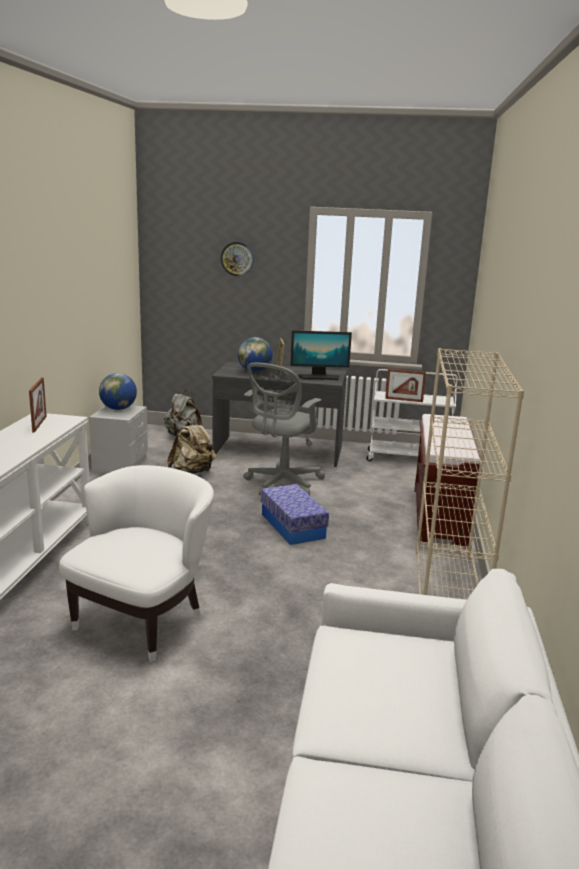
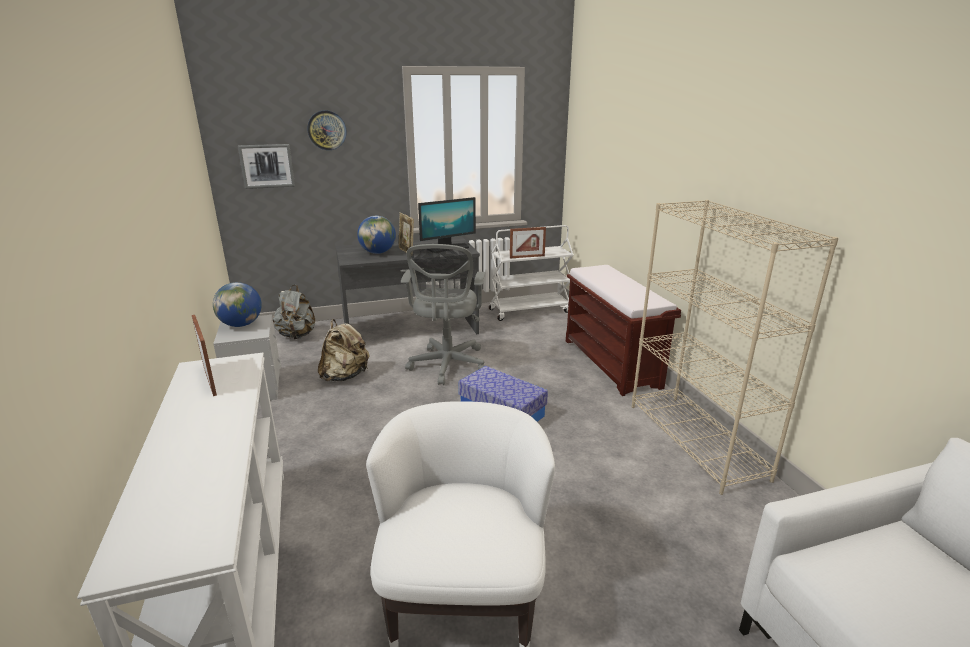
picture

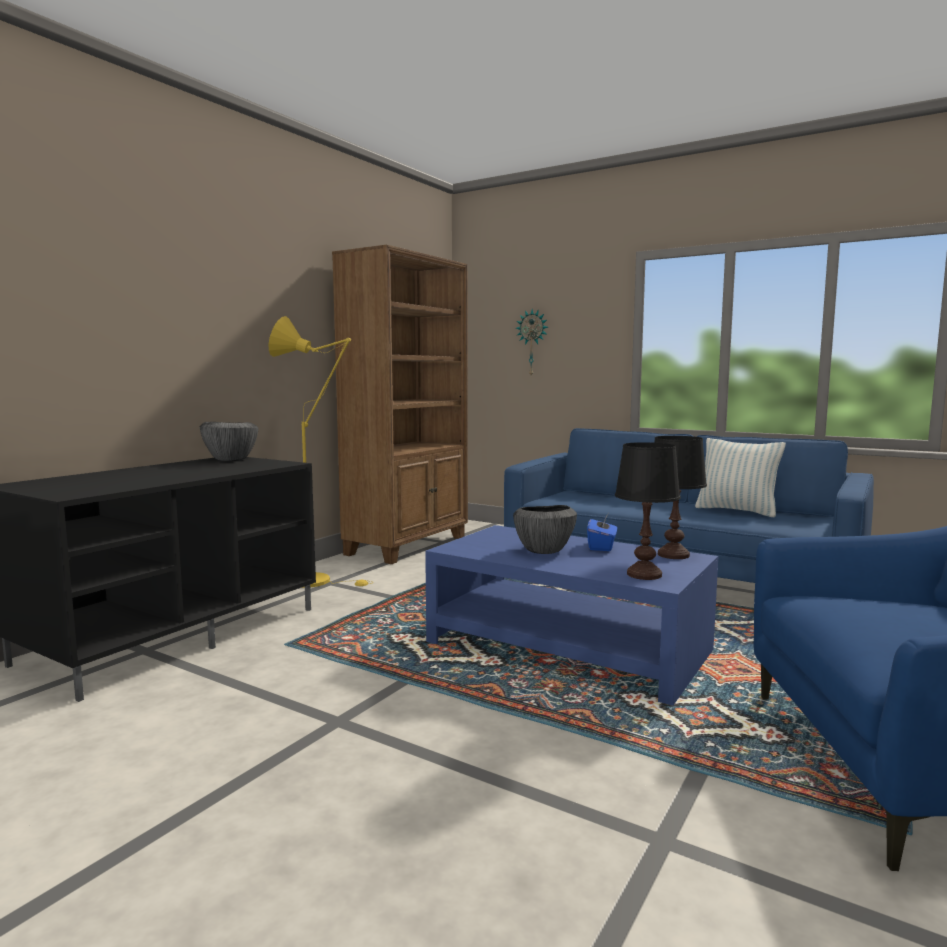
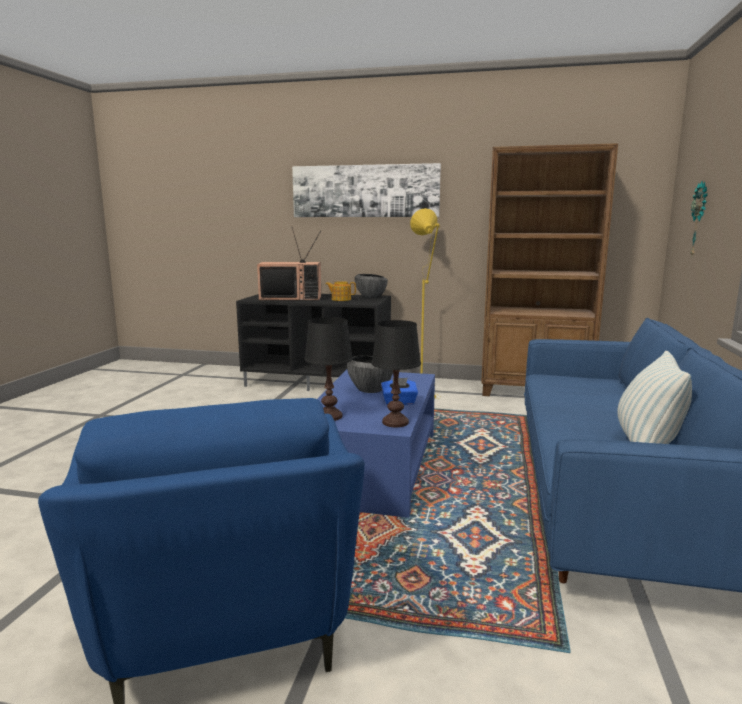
picture
television
teapot

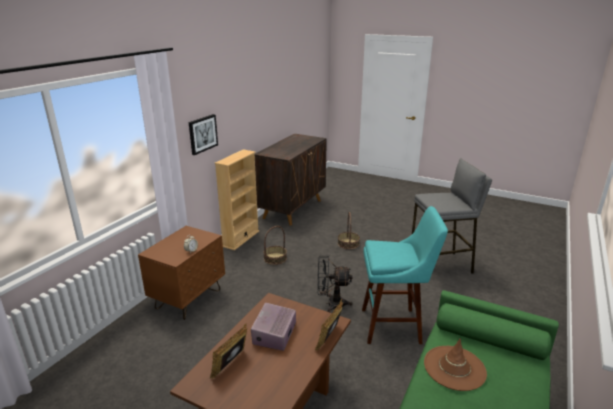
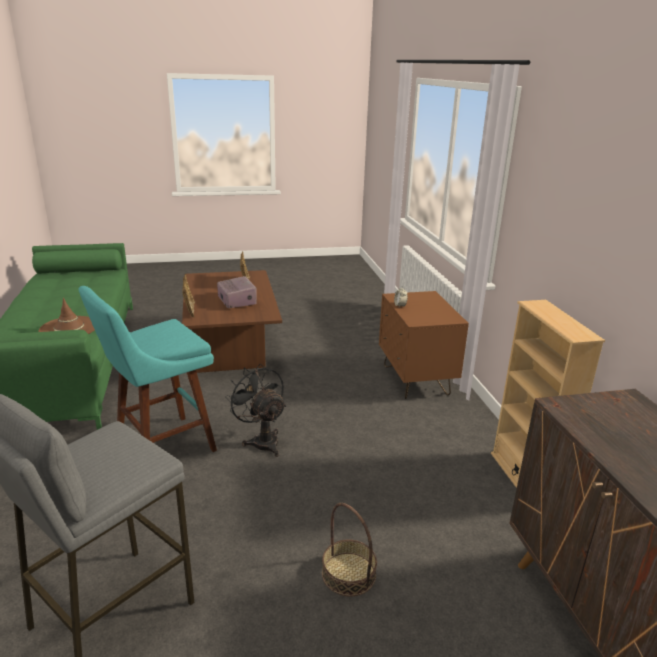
picture
basket (1st from left in the first image)
black fan

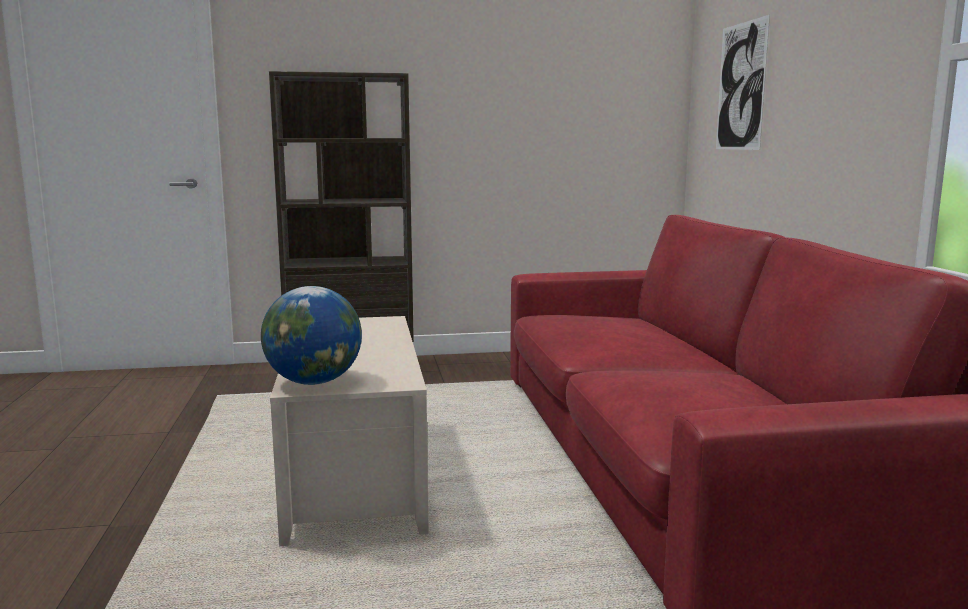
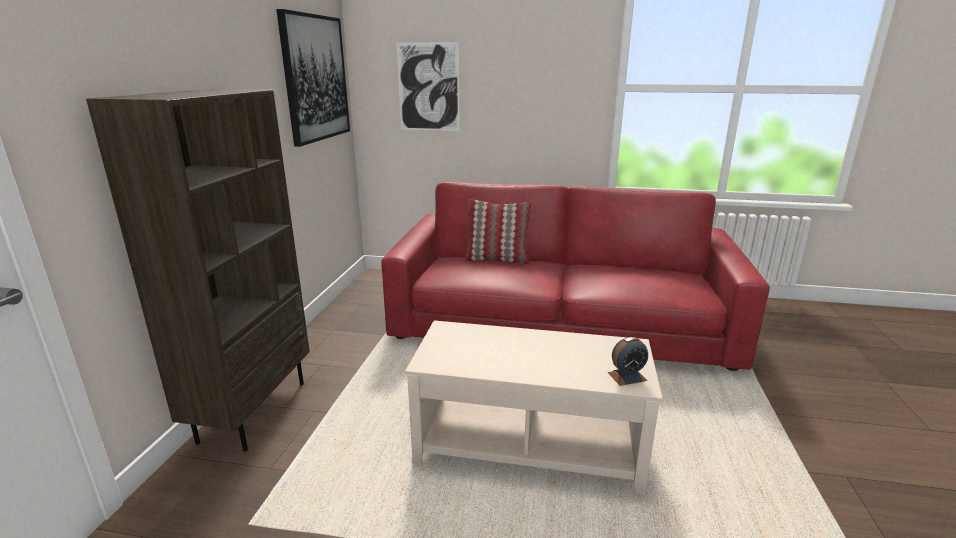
alarm clock
picture (1st from left)
pillow

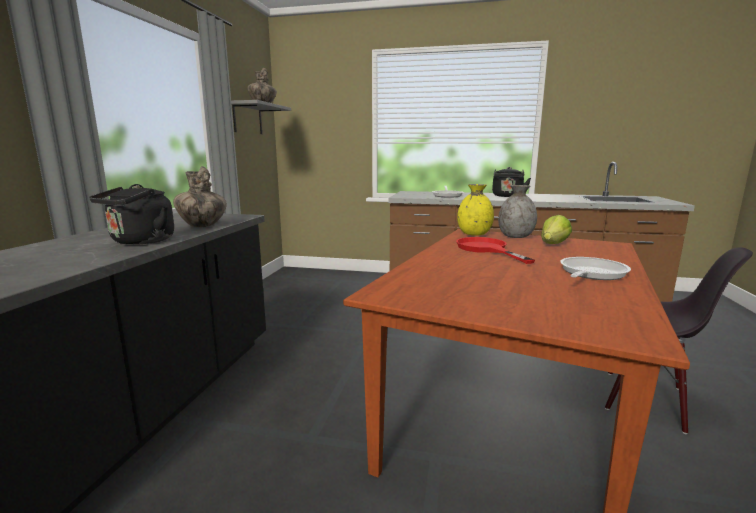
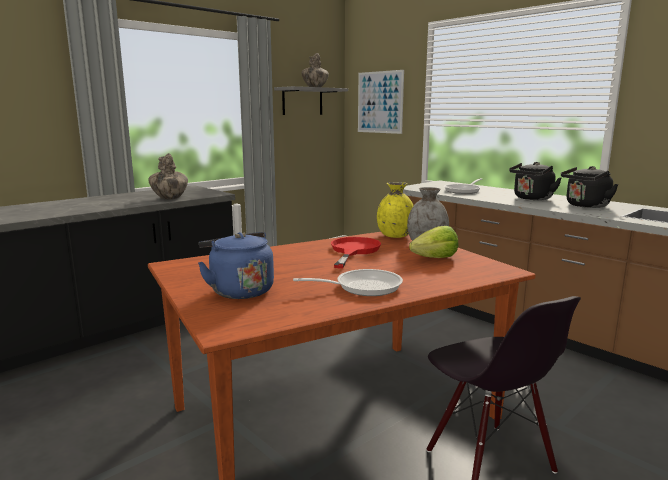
black kettle (2nd from left)
picture
blue kettle

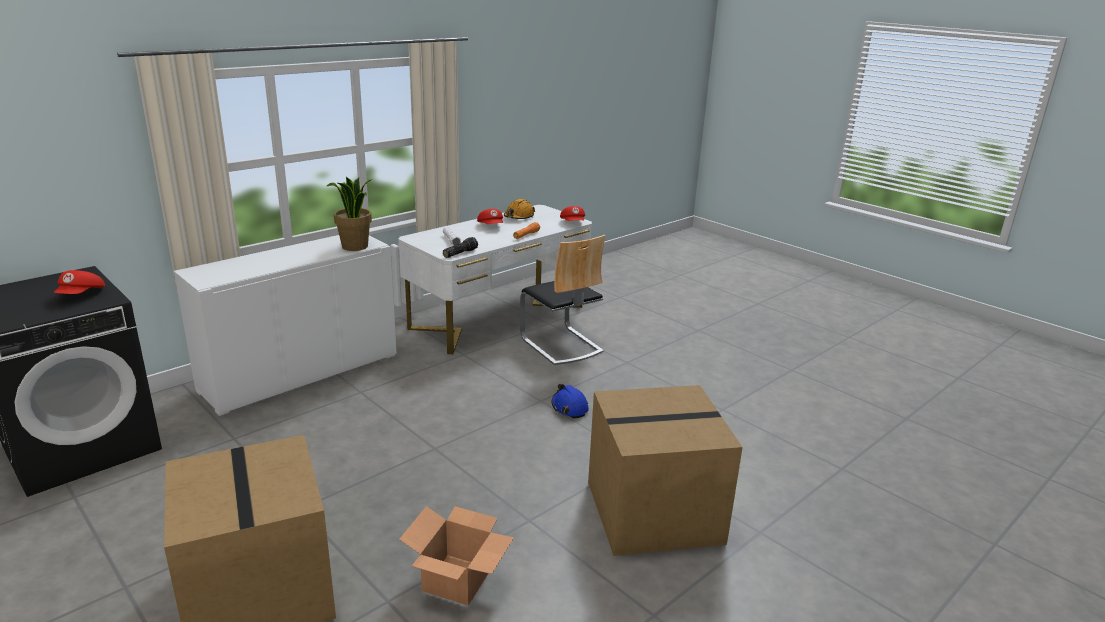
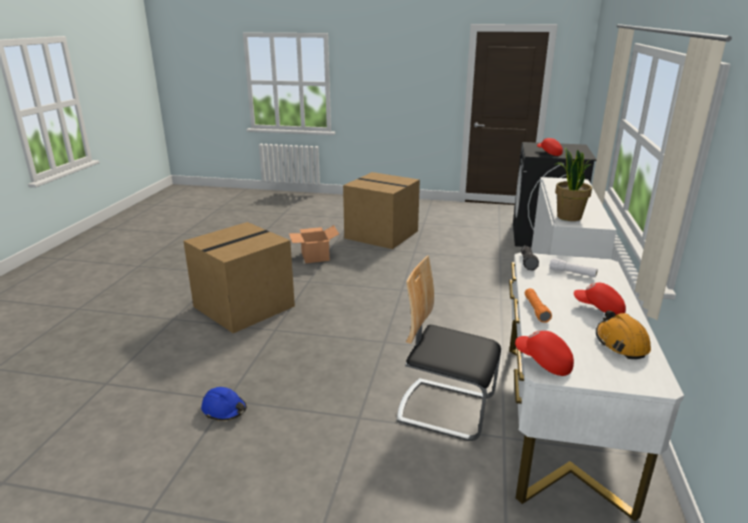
blue hard hat

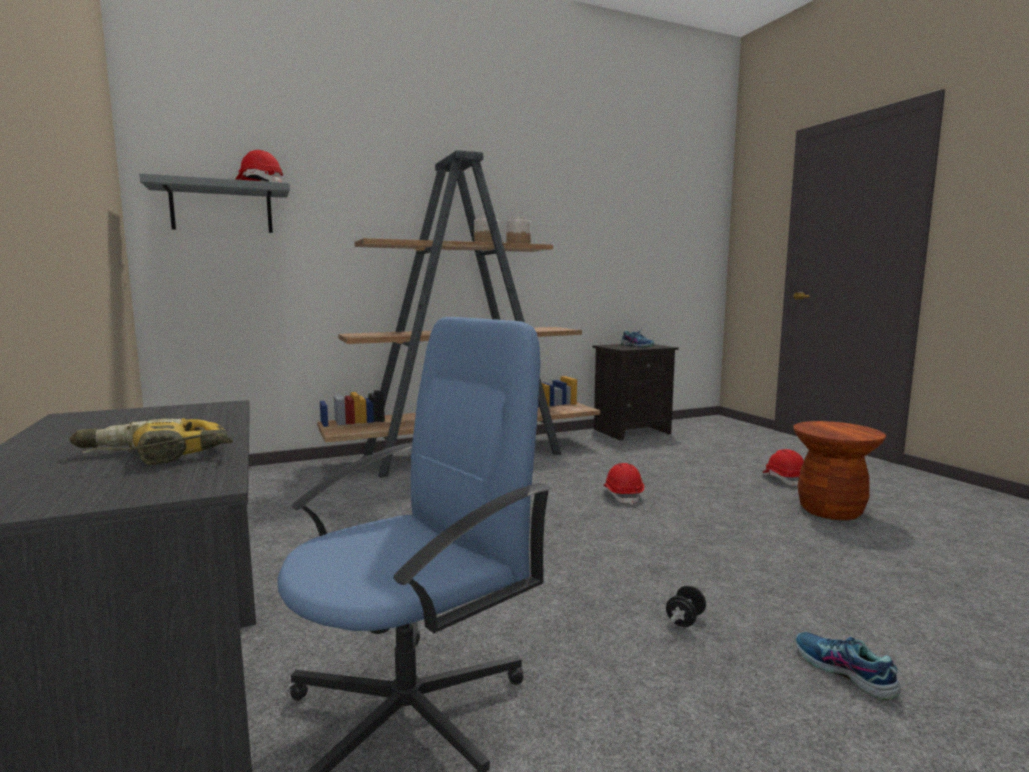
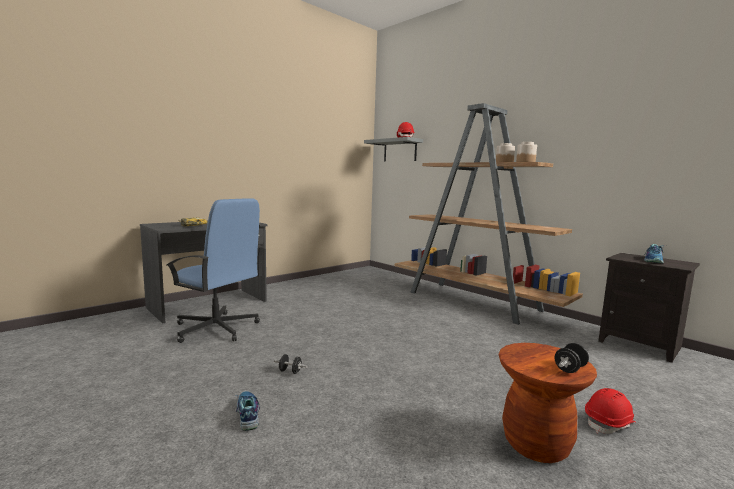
red hard hat (2nd from left in the first image)
shoe (1st from left)
black dumbbell (2nd from left)

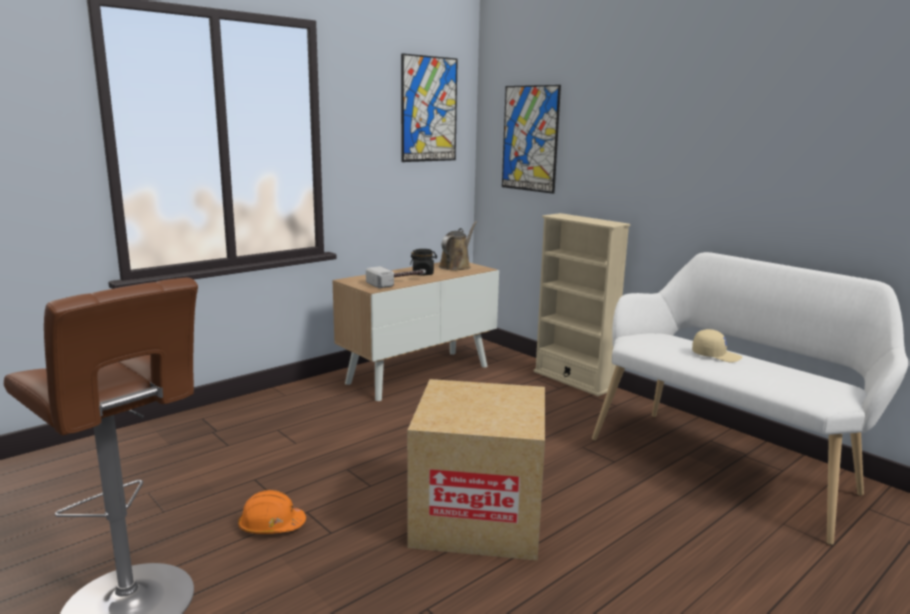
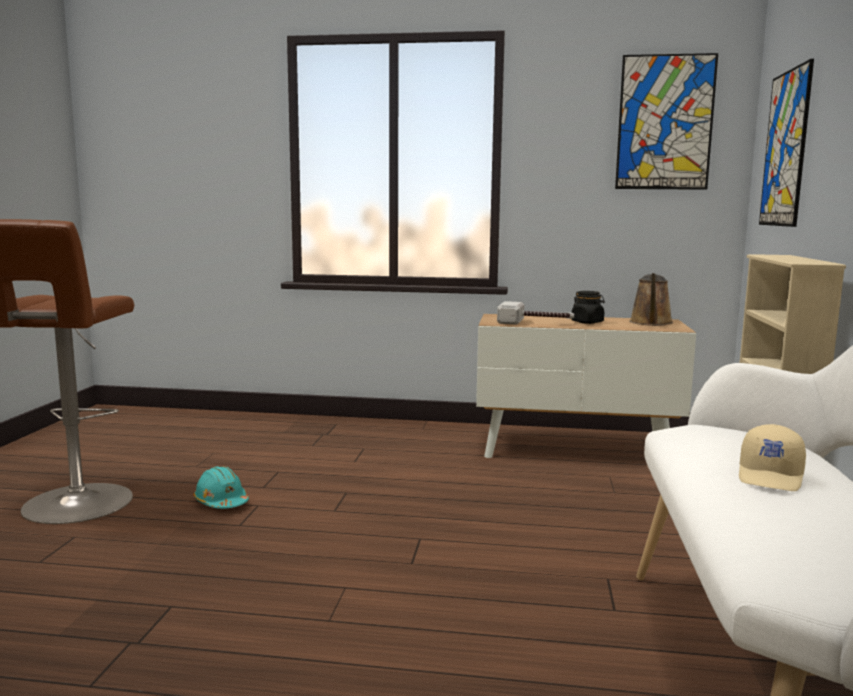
brown watering can
beige cap
cardboard box
turquoise hard hat

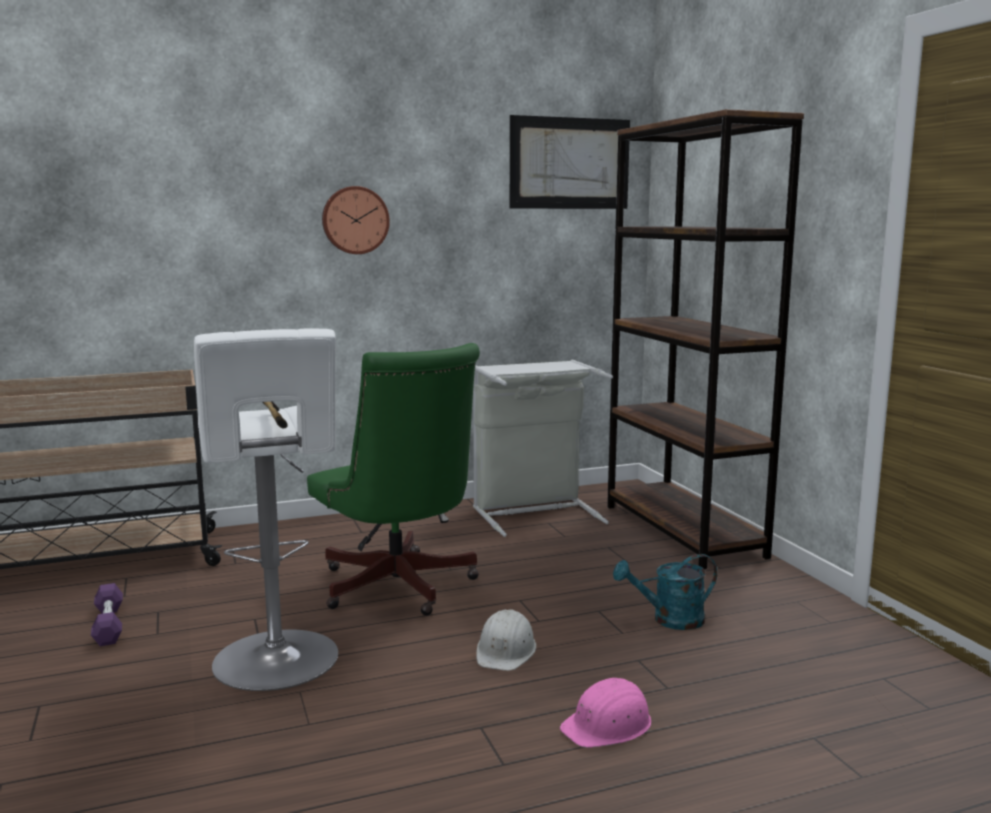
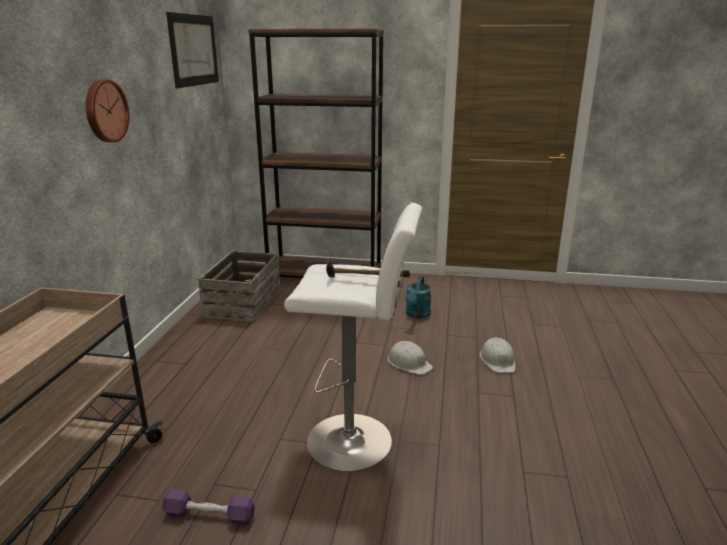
green office chair
crate
white hard hat (2nd from left)

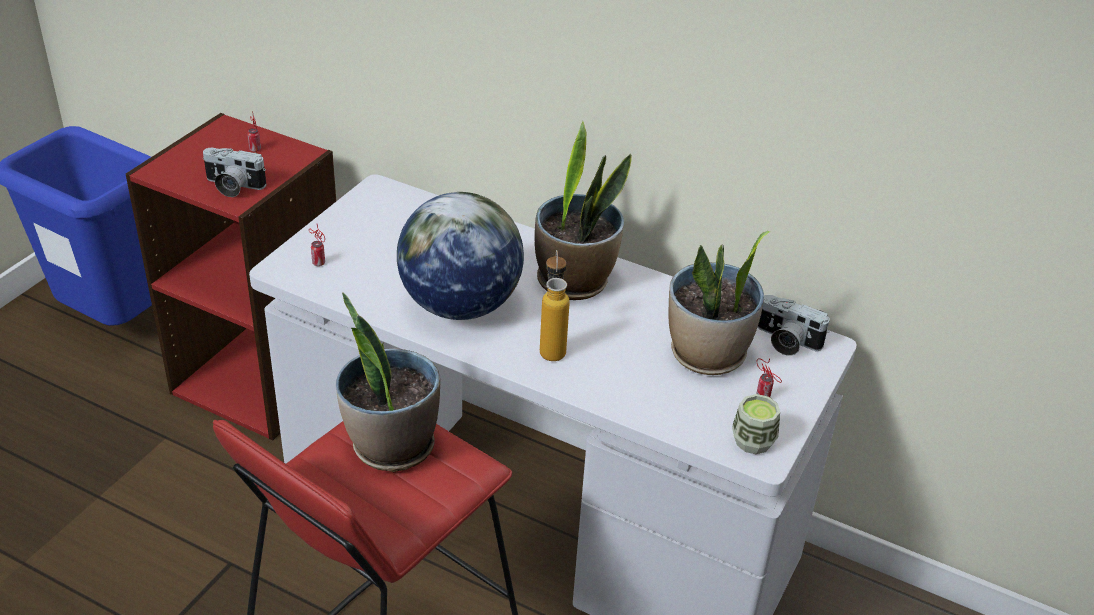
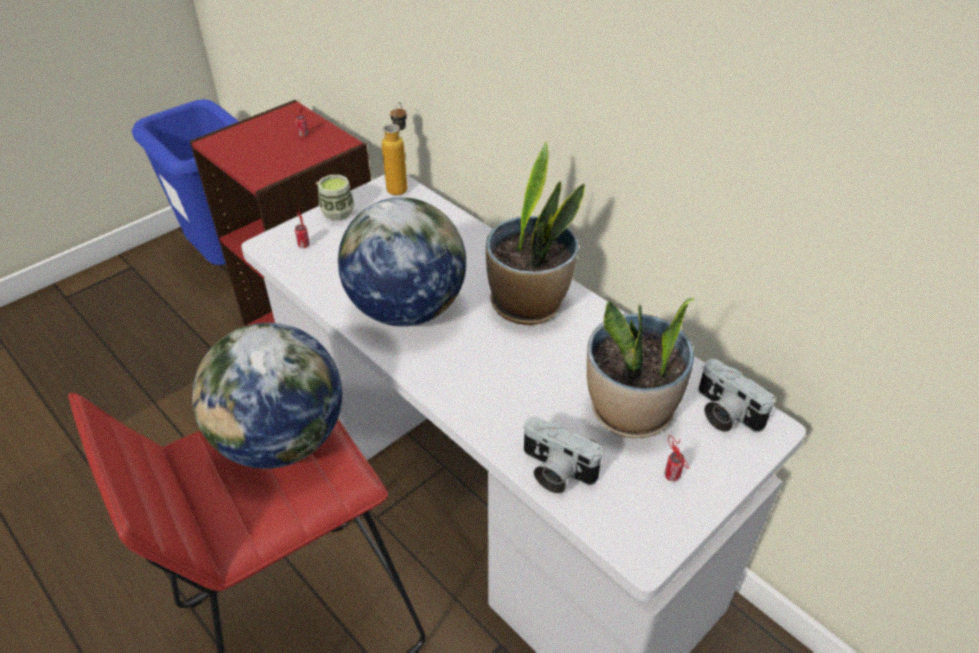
photo camera (1st from left)
bottle
globe (1st from left)
cup

